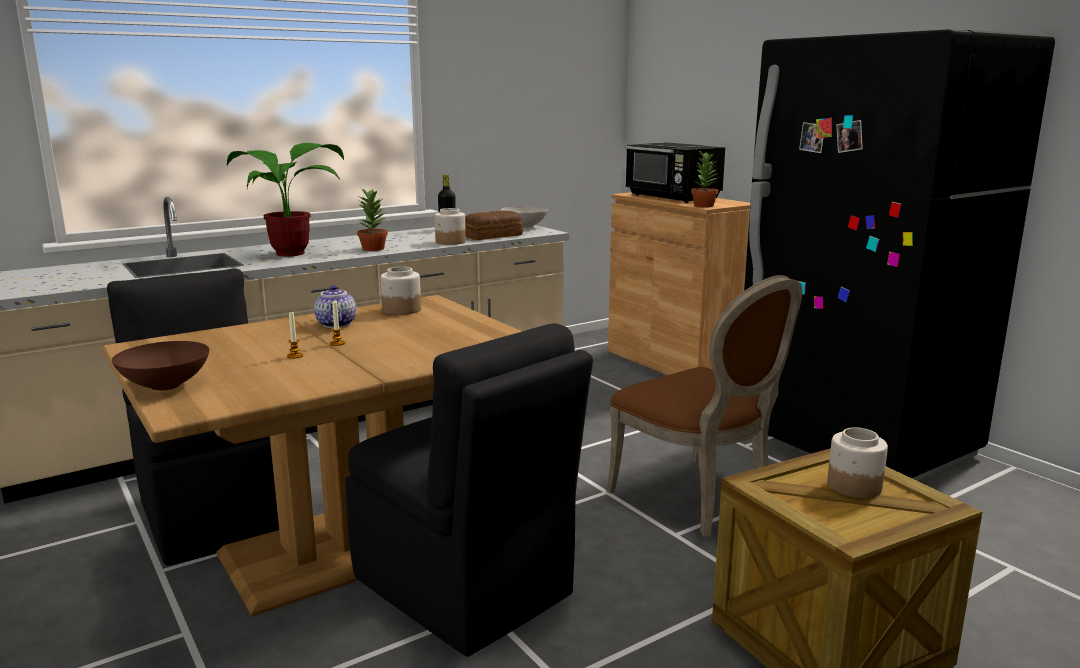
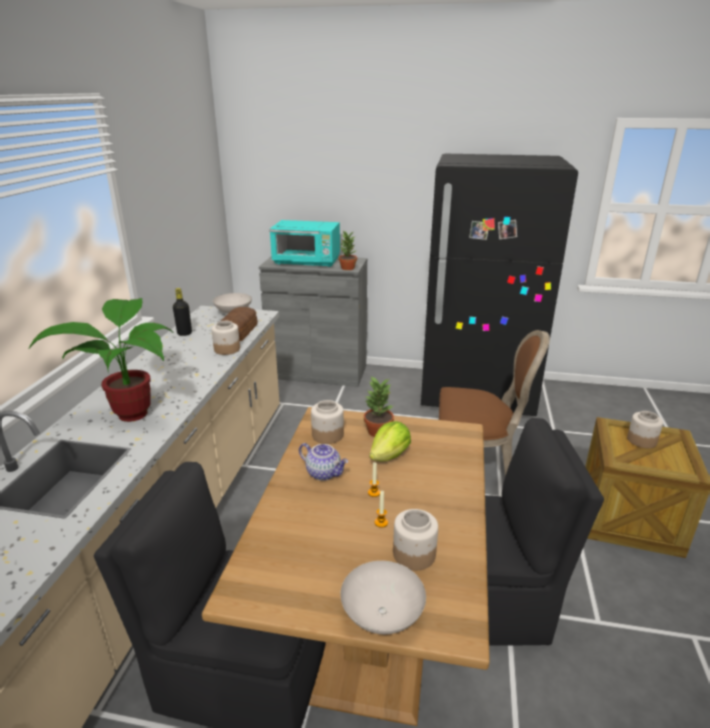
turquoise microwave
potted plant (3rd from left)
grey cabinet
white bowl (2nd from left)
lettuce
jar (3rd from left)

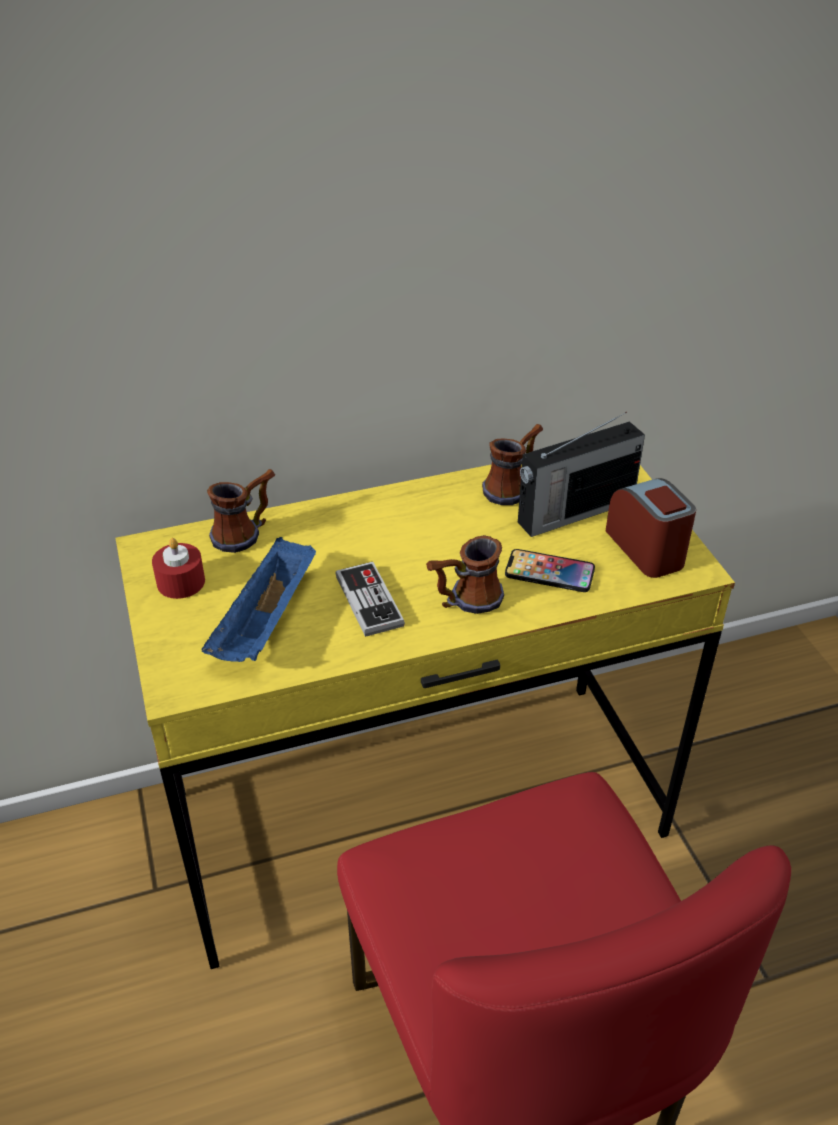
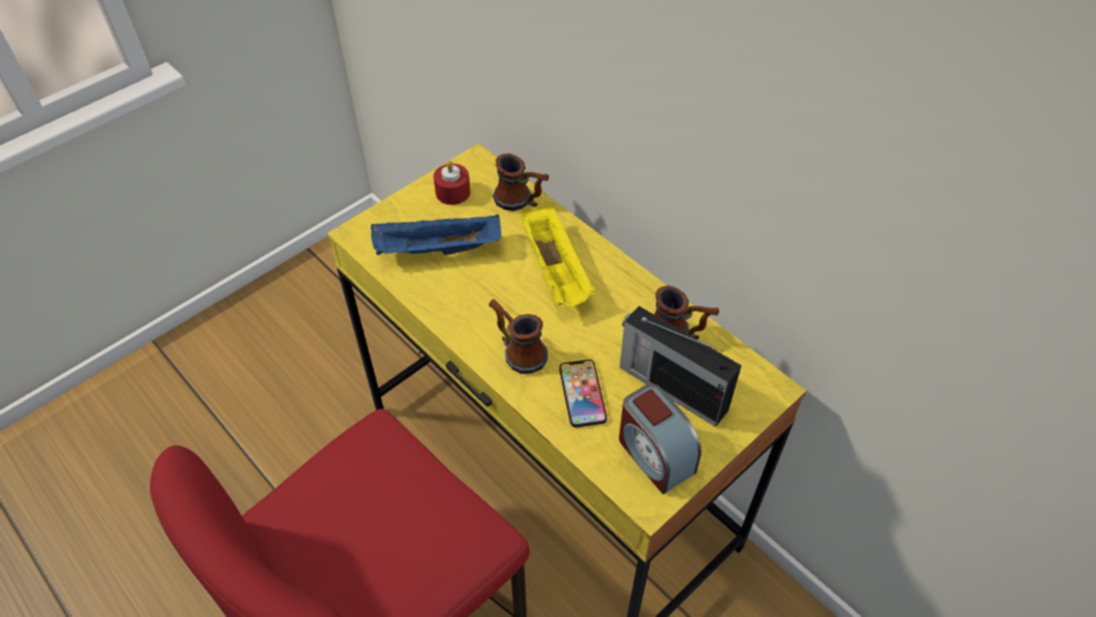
alarm clock
game controller
yellow tray

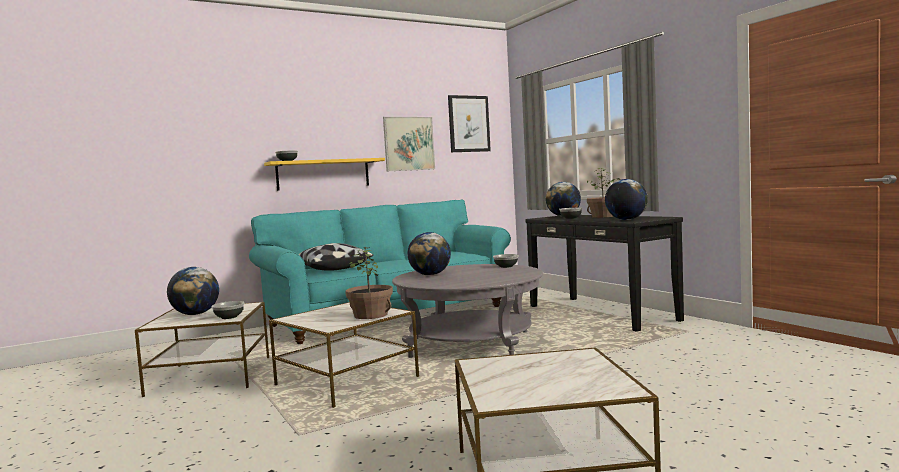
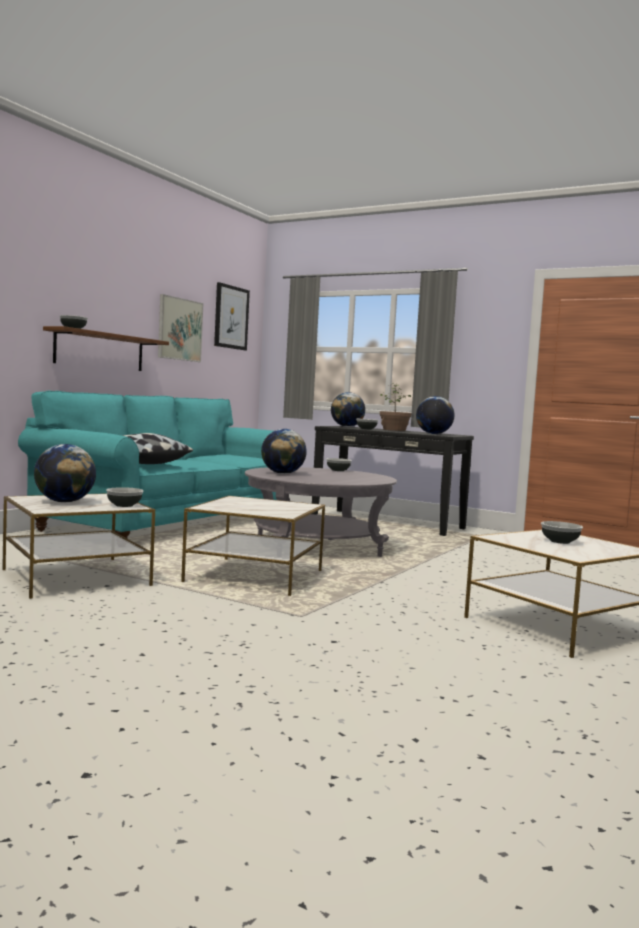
brown shelf
potted plant (1st from left in the first image)
bowl (5th from left)

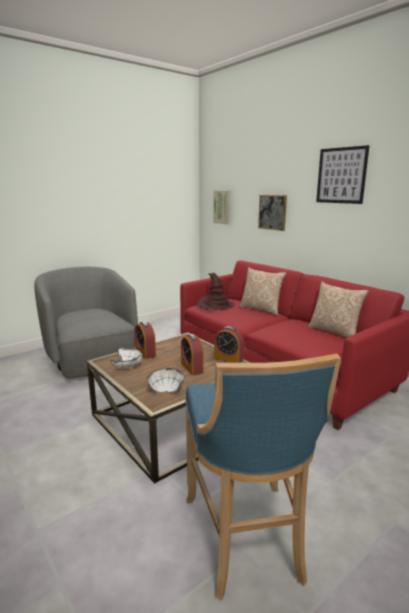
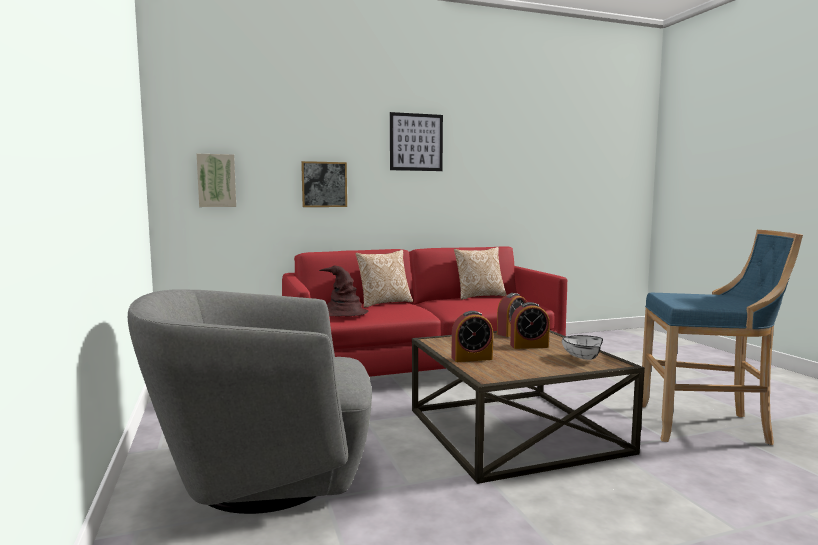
white bowl (1st from left in the first image)

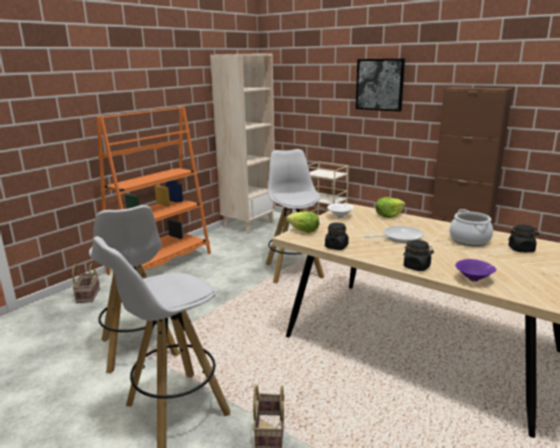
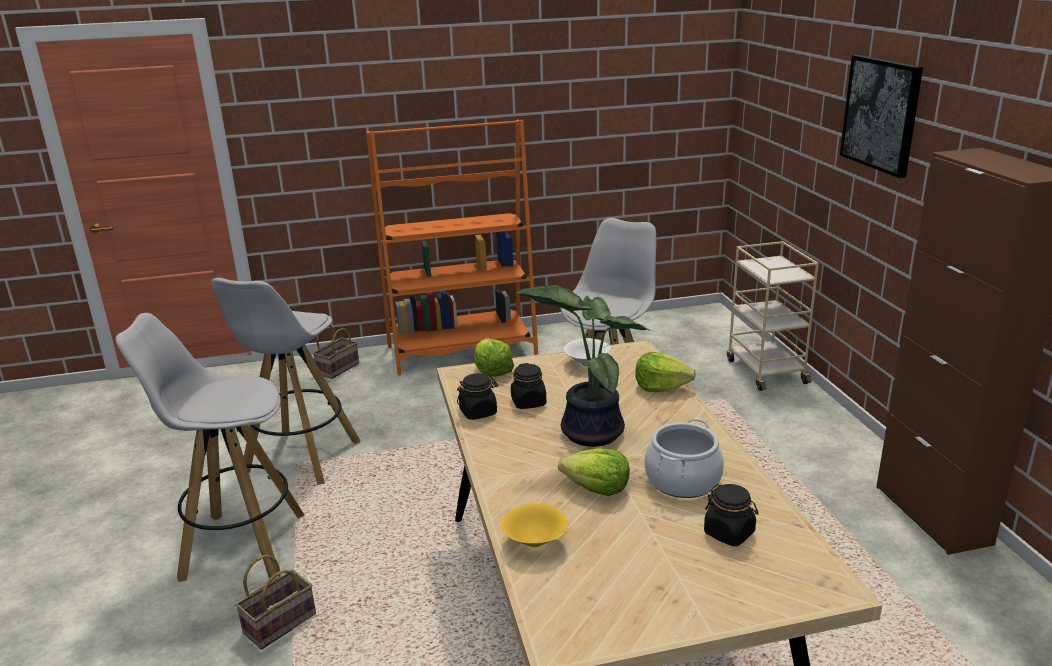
beige bookcase
potted plant
black jar (2nd from left)
yellow bowl
lettuce (2nd from left)

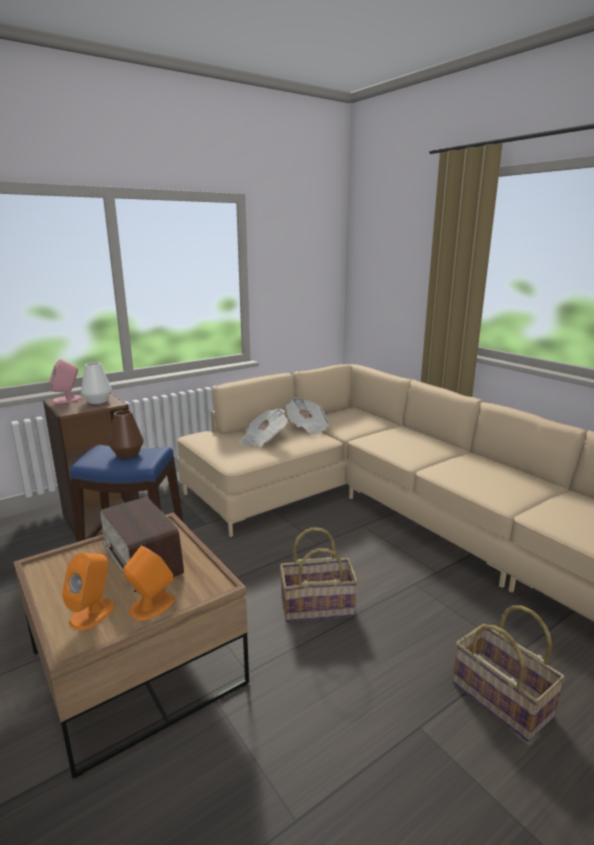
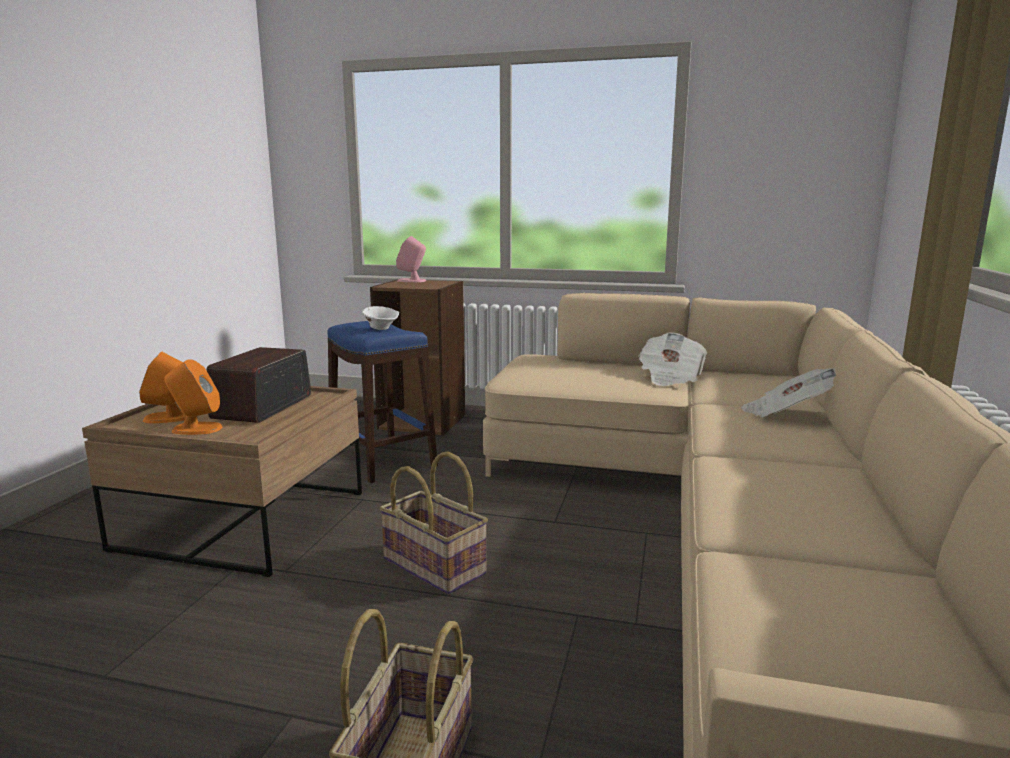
white vase
newspaper (2nd from left)
white bowl

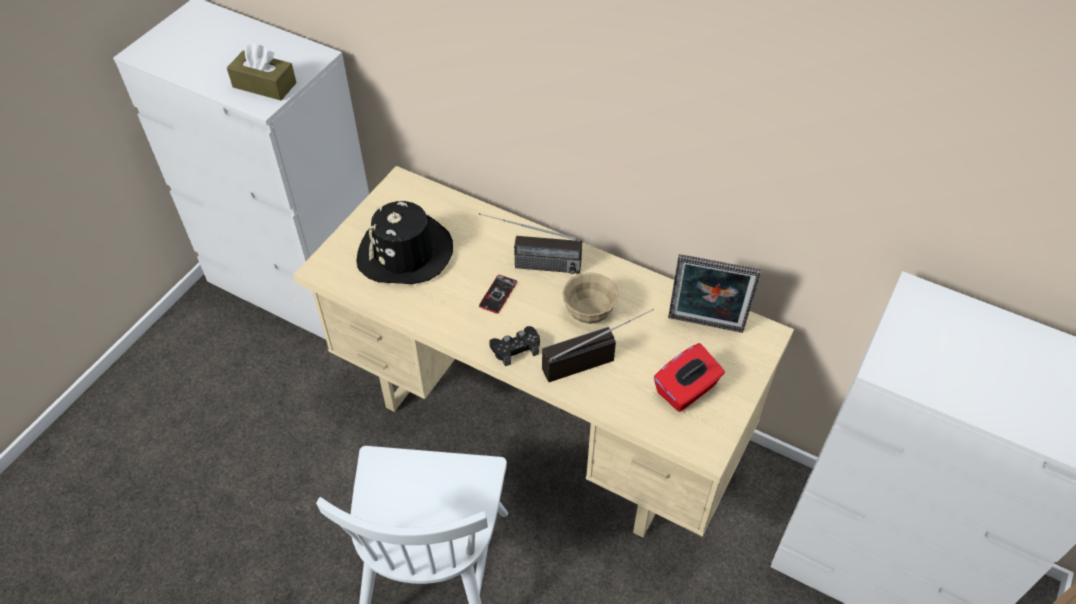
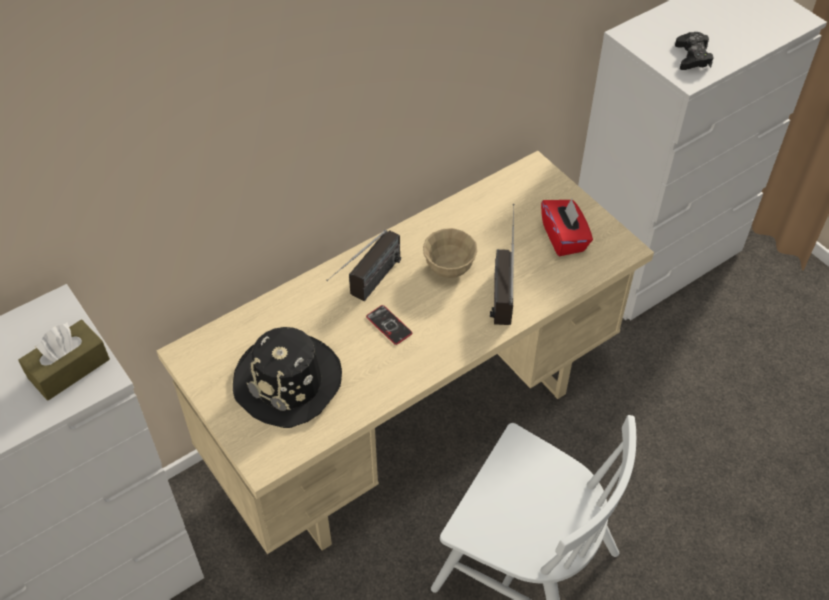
picture frame
black game controller

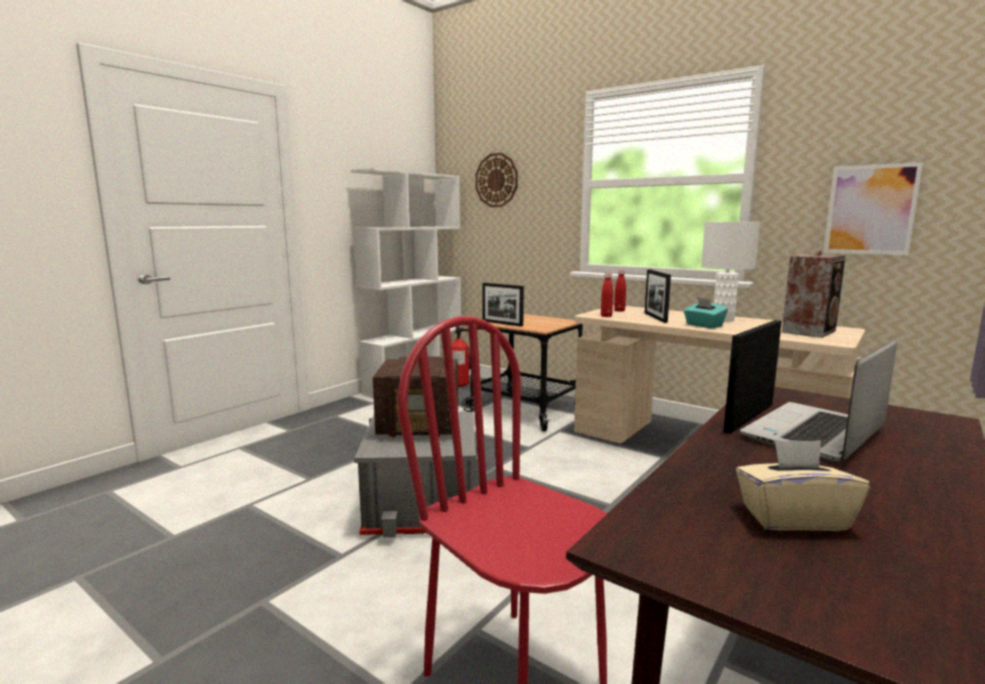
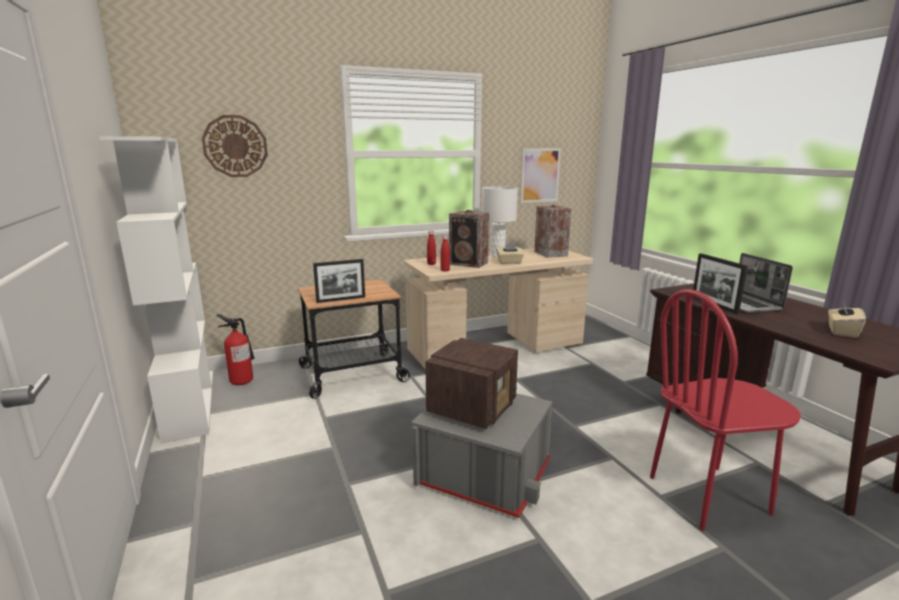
speaker (1st from left)
beige tissue box (1st from left)

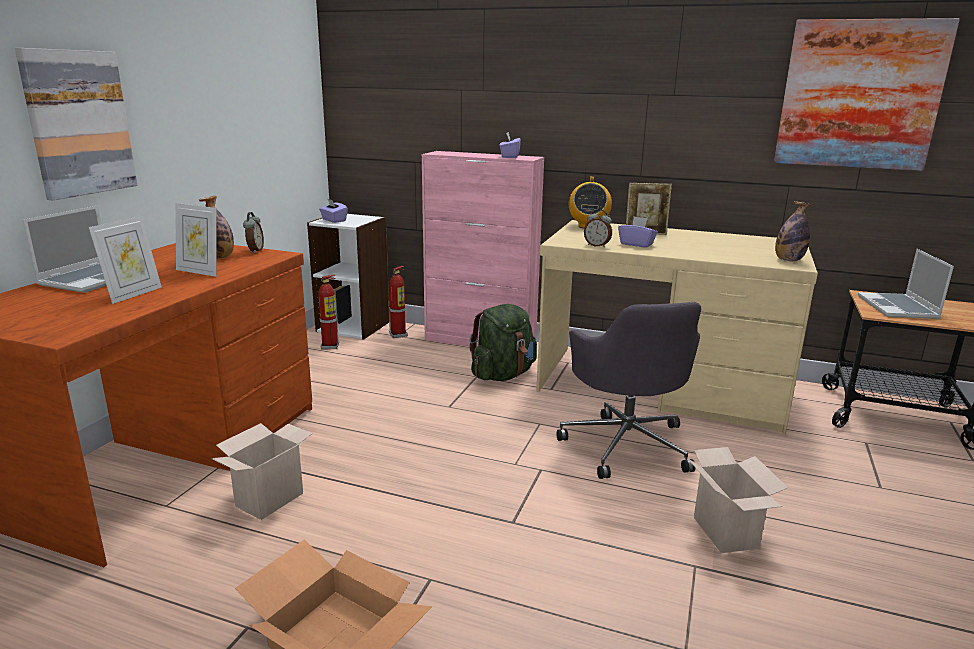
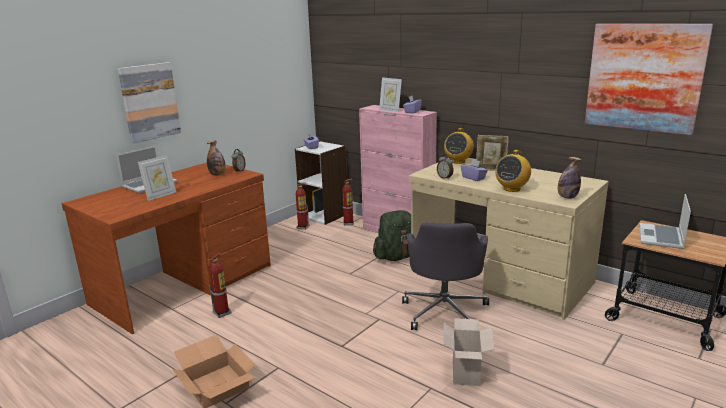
picture frame (2nd from left)
fire extinguisher (1st from left)
radio (2nd from left)

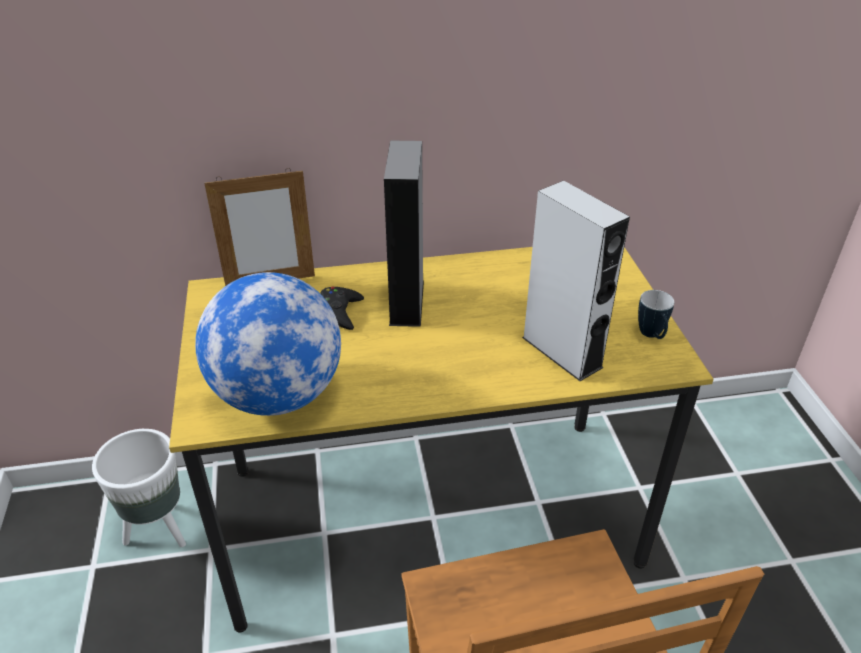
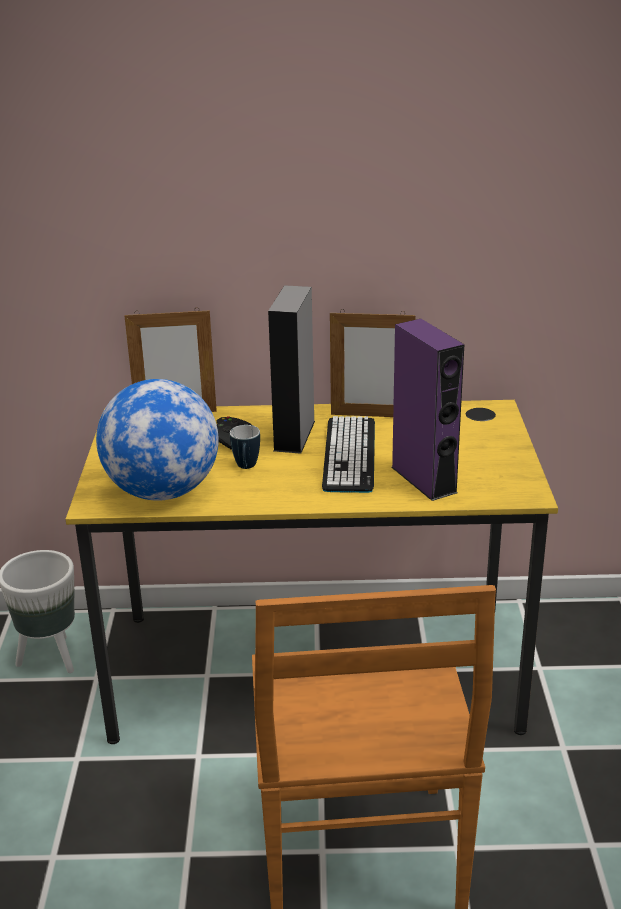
purple speaker
mug
picture frame (2nd from left)
keyboard

